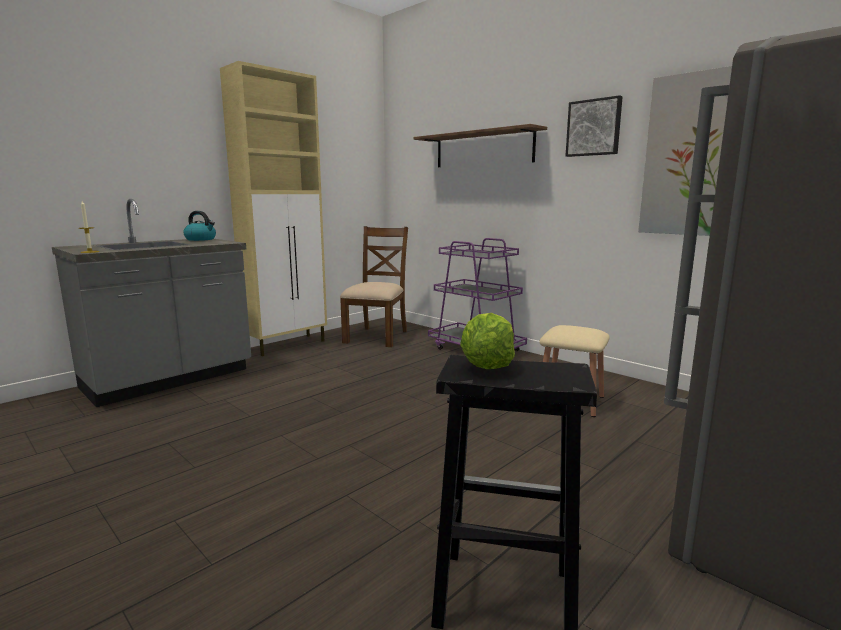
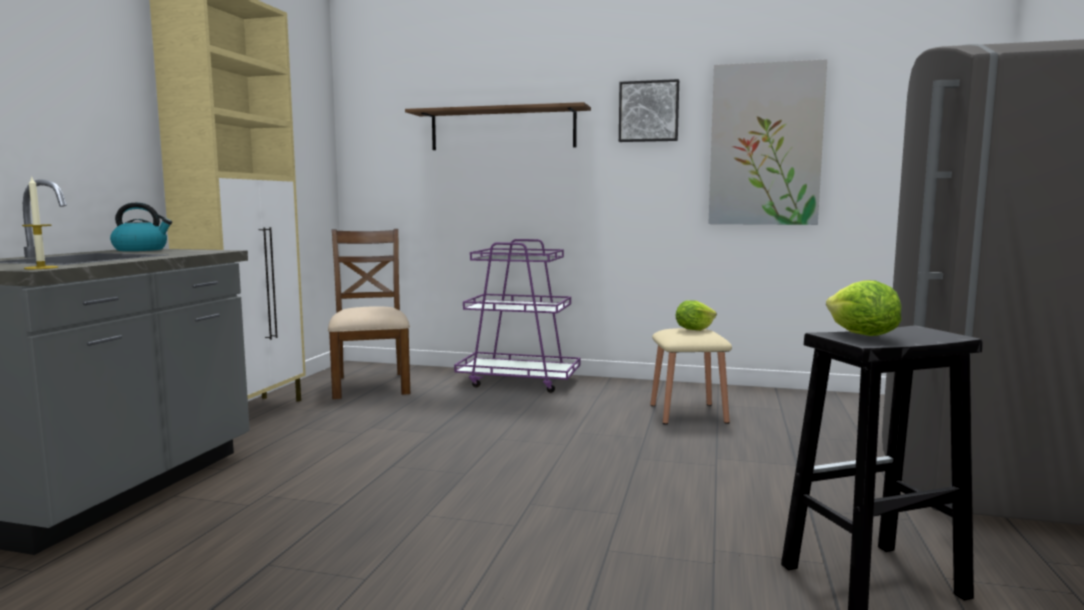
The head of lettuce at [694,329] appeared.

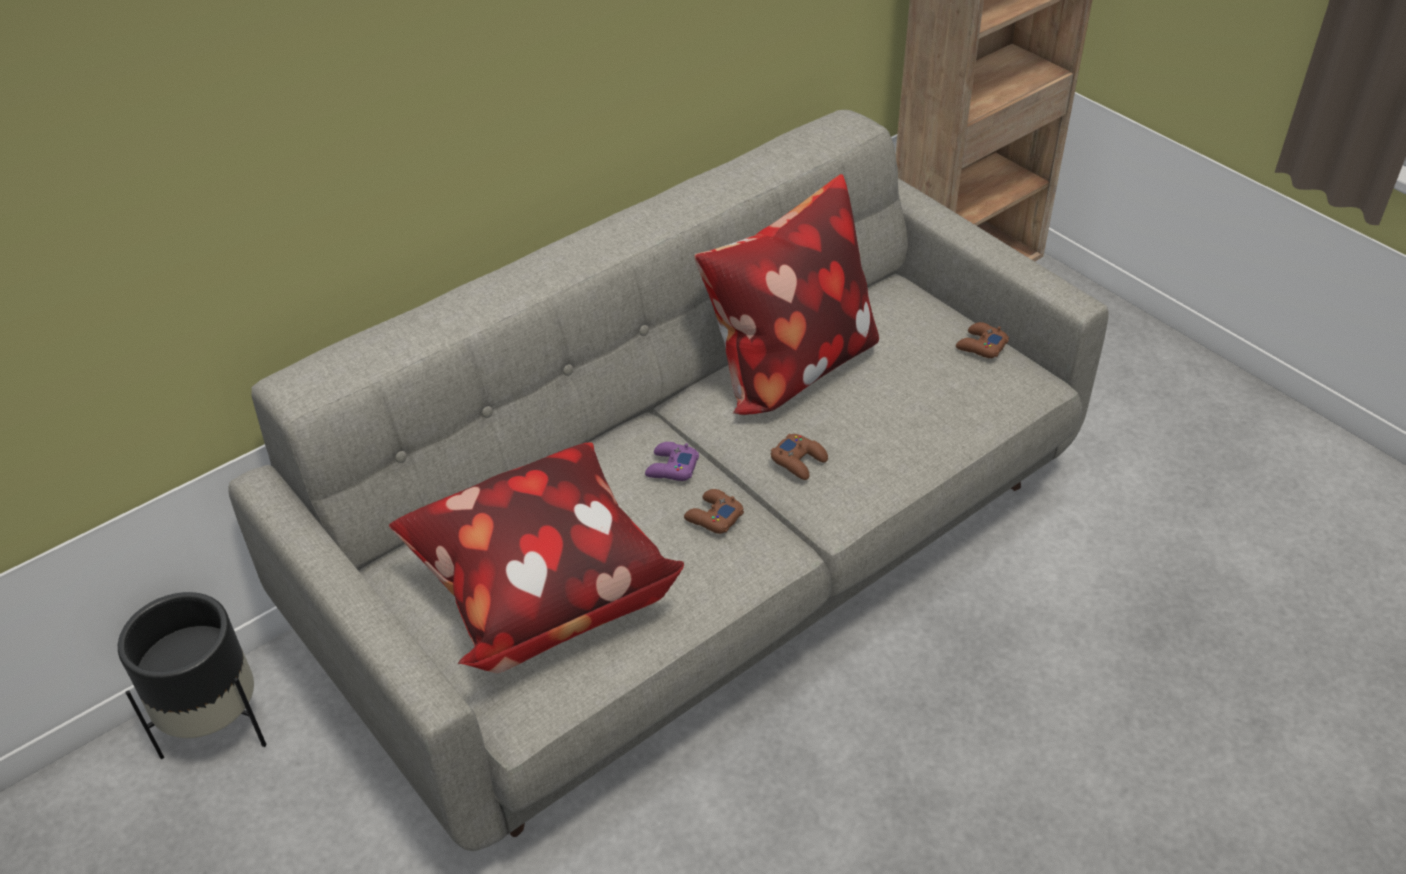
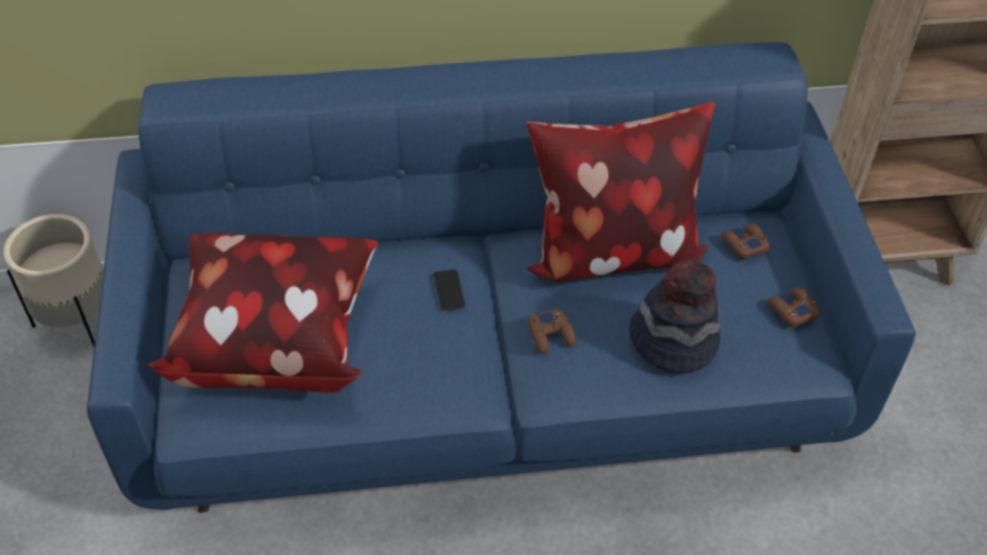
The black planter at [217,726] became the sand-coloured planter at [80,323].
The grey settee at [704,558] became the blue settee at [491,376].
The purple-coloured joypad at [671,467] was replaced by the telephone at [449,290].
The brownish joypad moved from [713,516] to [744,244].
The hat at [673,341] appeared.

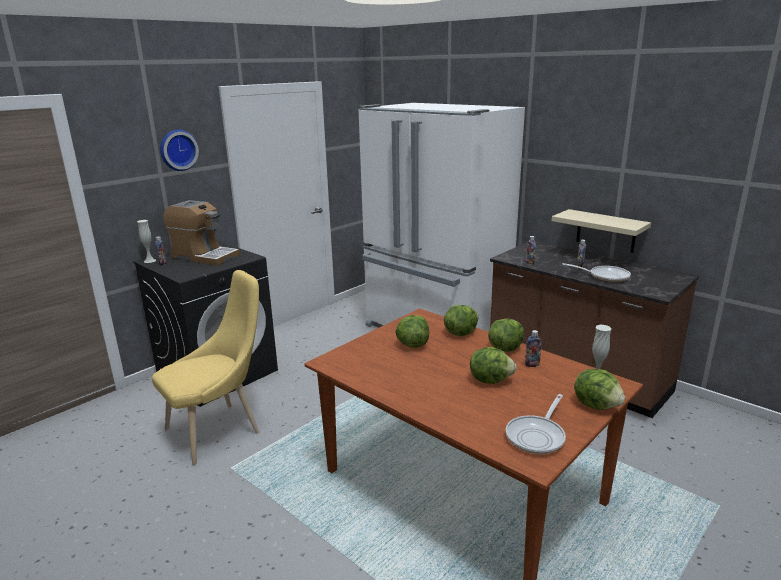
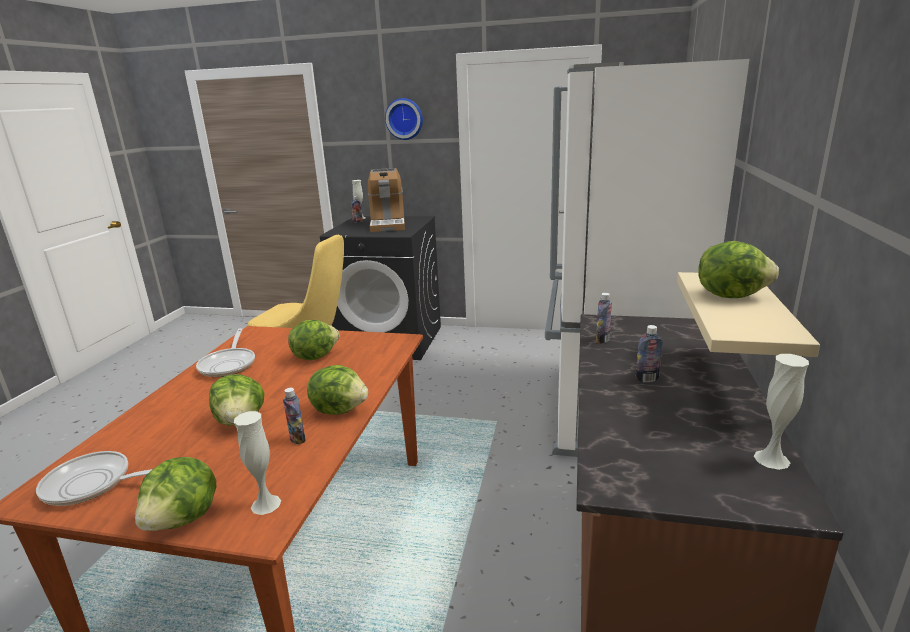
The head of lettuce moved from [460,333] to [730,295].
The skillet moved from [605,276] to [229,364].
The white flower vase at [771,459] appeared.

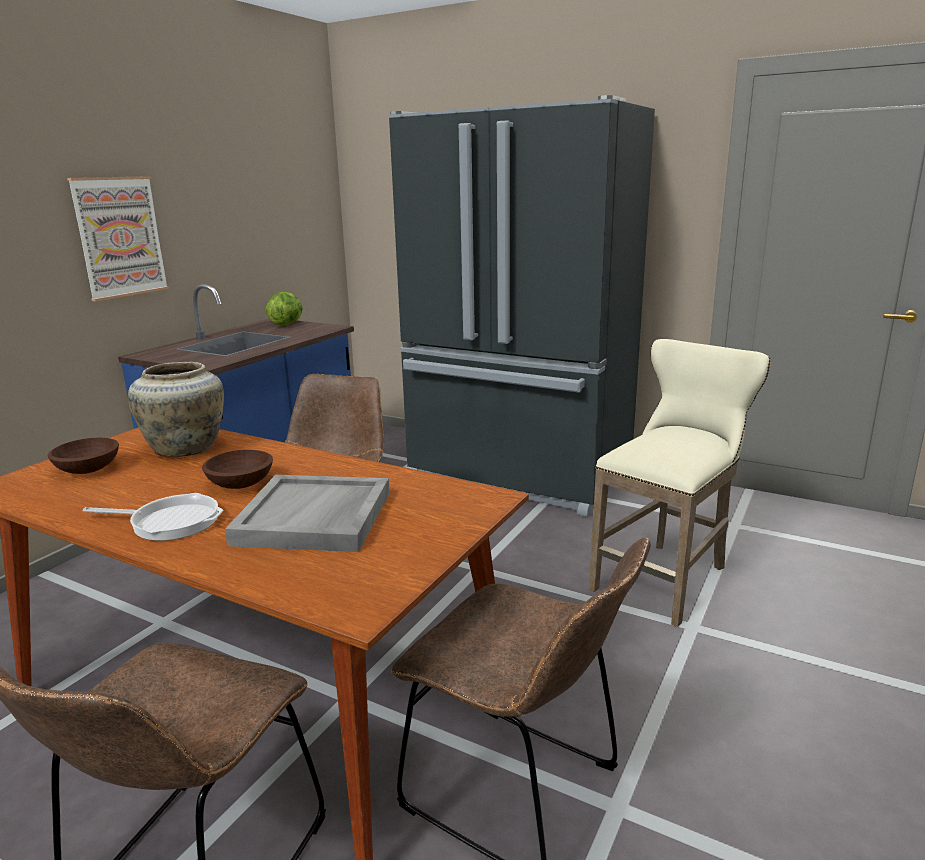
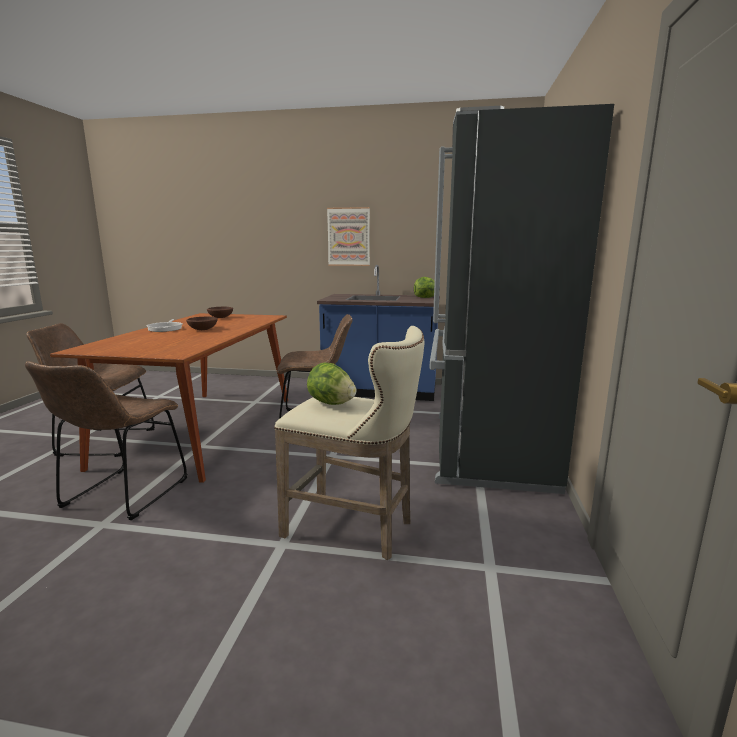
The sand-coloured flower vase at [187,449] disappeared.
The grey tray at [315,518] disappeared.
The head of lettuce at [331,403] appeared.

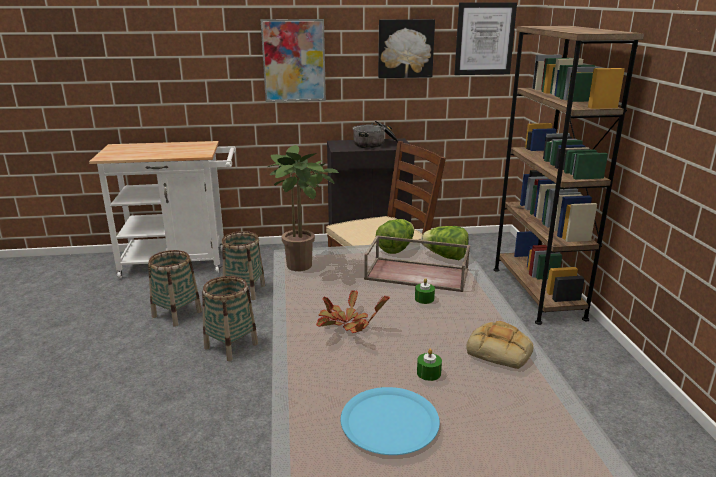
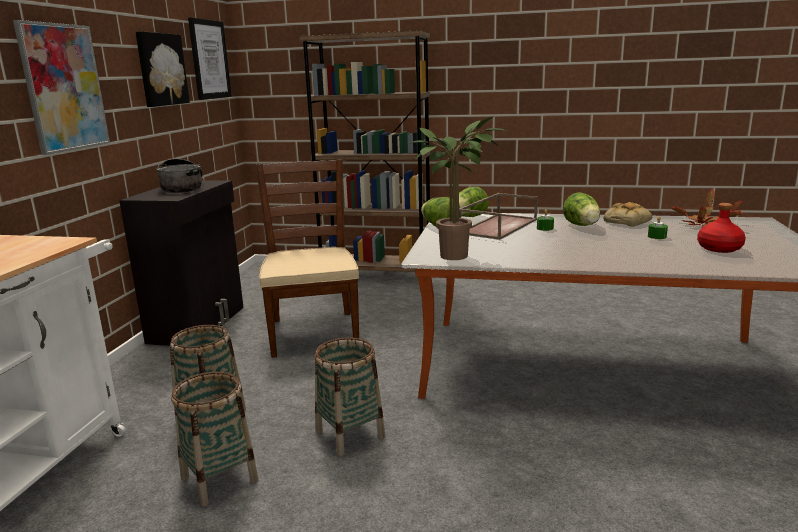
The potted plant moved from [346,325] to [705,224].
The blue dinner plate at [389,421] was replaced by the red drink bottle at [719,248].
The head of lettuce at [582,226] appeared.

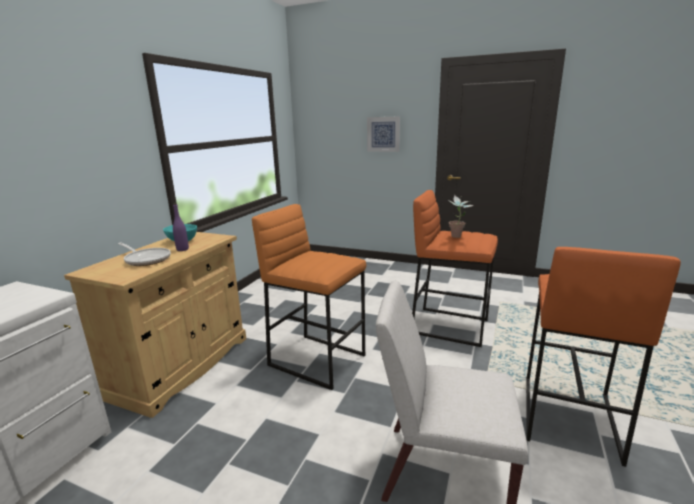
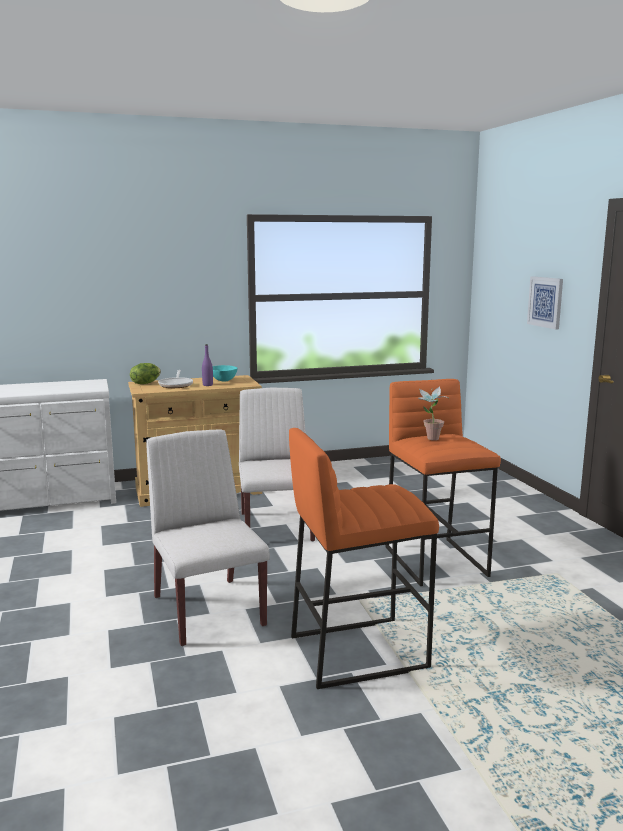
The orangey stool at [317,359] was replaced by the white chair at [276,526].
The head of lettuce at [145,383] appeared.

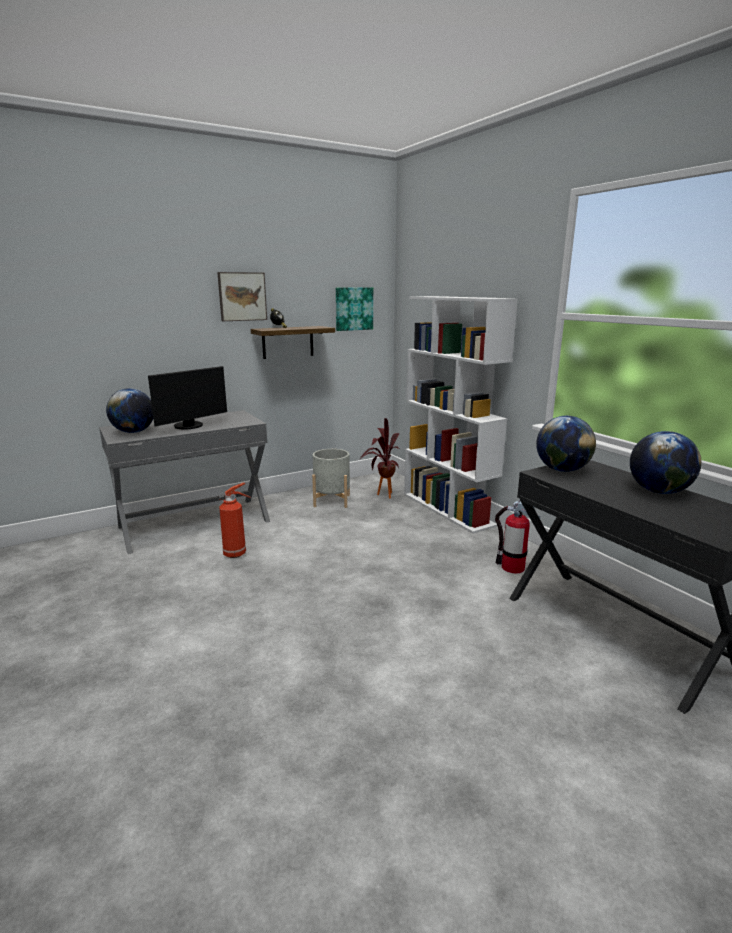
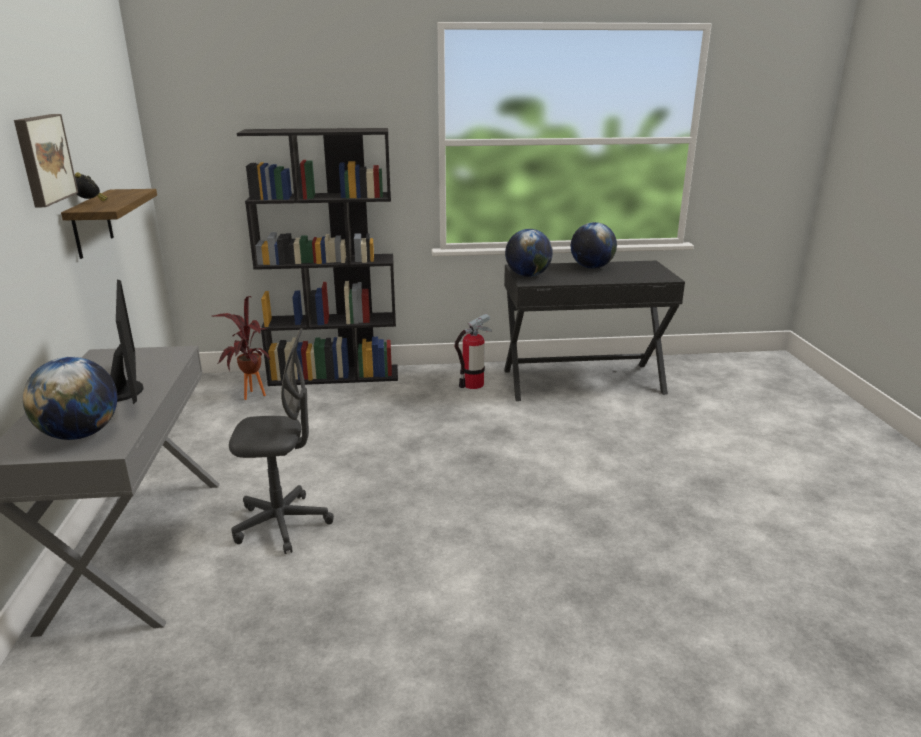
The fire extinguisher at [236,554] was replaced by the grey desk chair at [282,524].
The grey planter at [332,501] disappeared.
The picture at [353,309] disappeared.
The white bookcase at [448,509] became the black bookcase at [335,375].

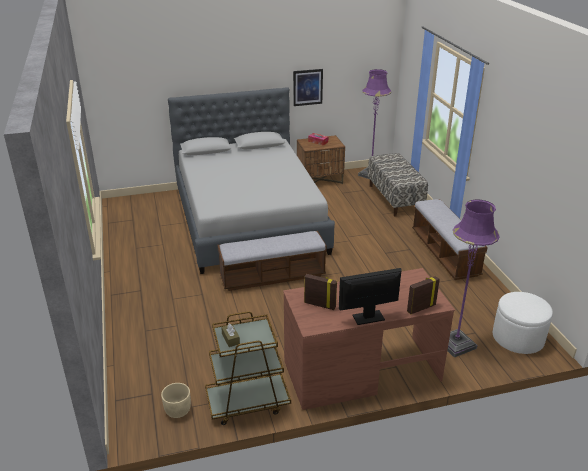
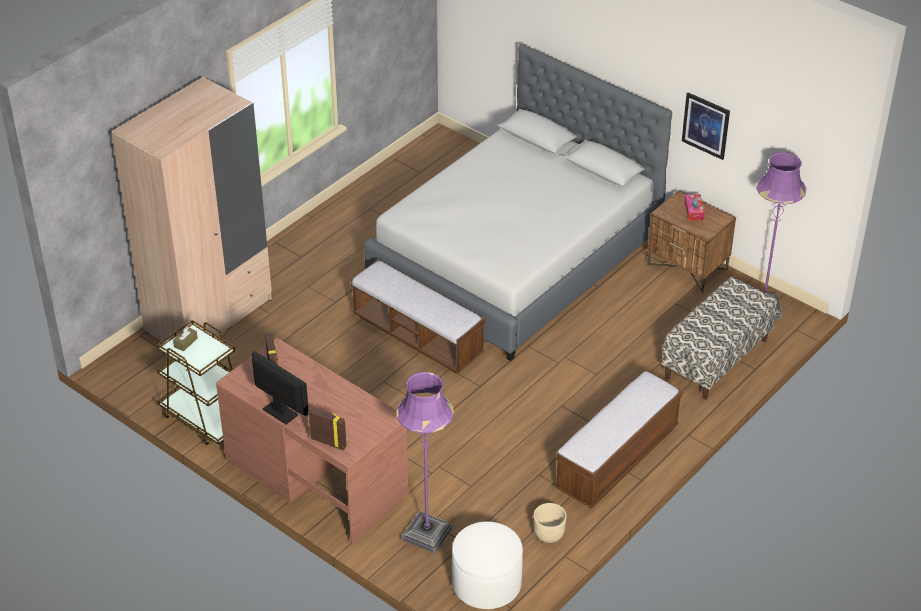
The sand-coloured planter moved from [177,410] to [549,534].
The sand-coloured clothes cupboard at [209,315] appeared.

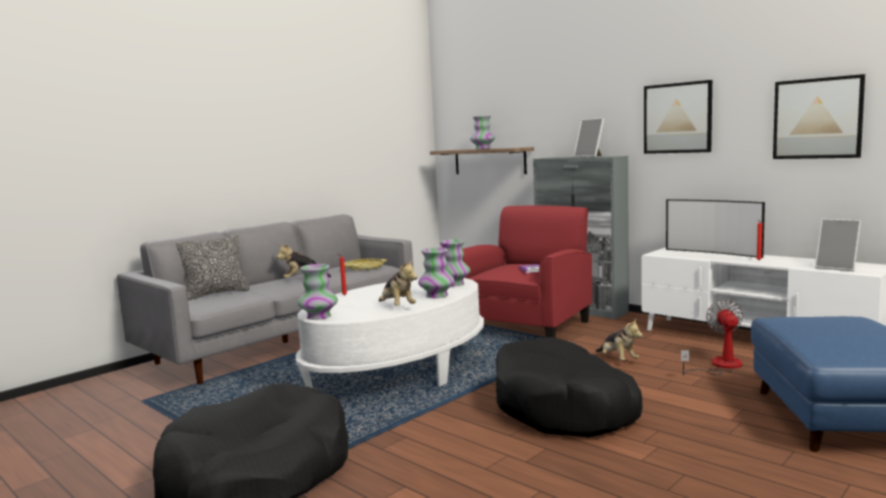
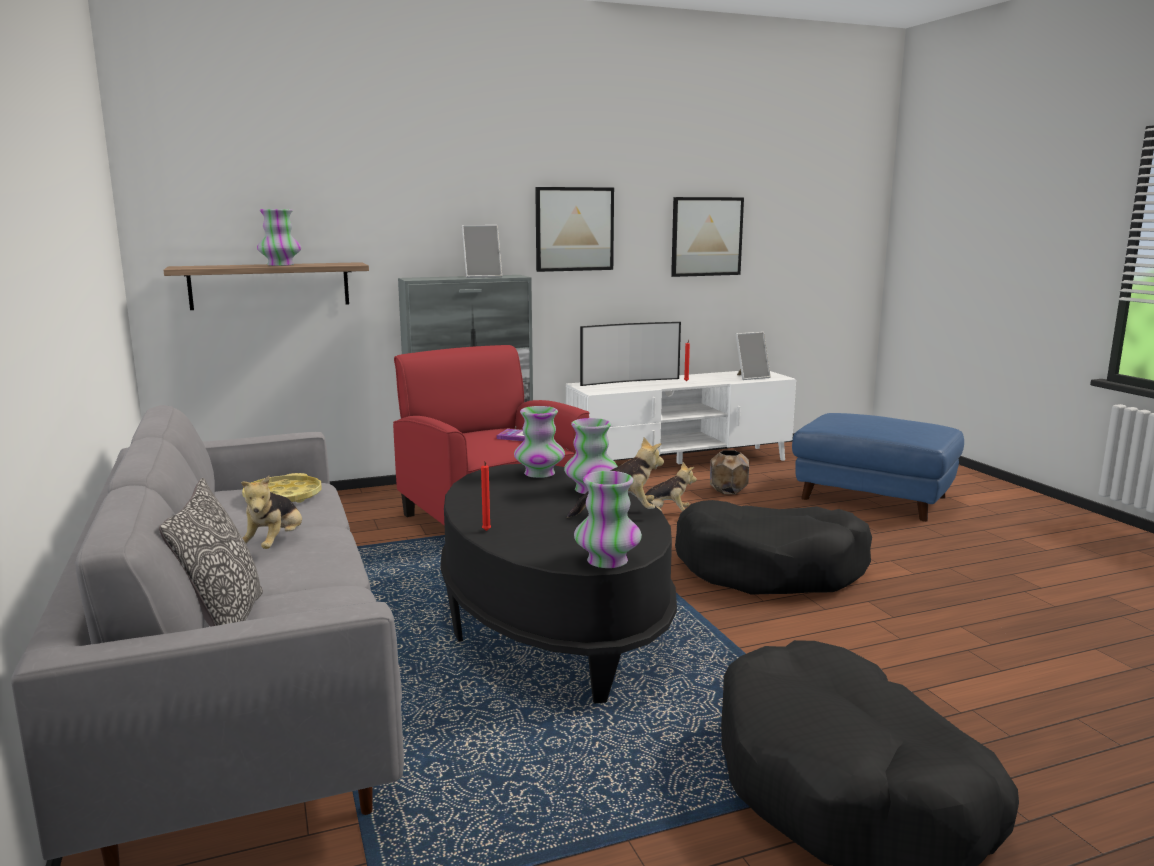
The white lounge table at [398,372] became the black lounge table at [553,623].
The fan at [719,366] was replaced by the brownish planter at [728,491].

